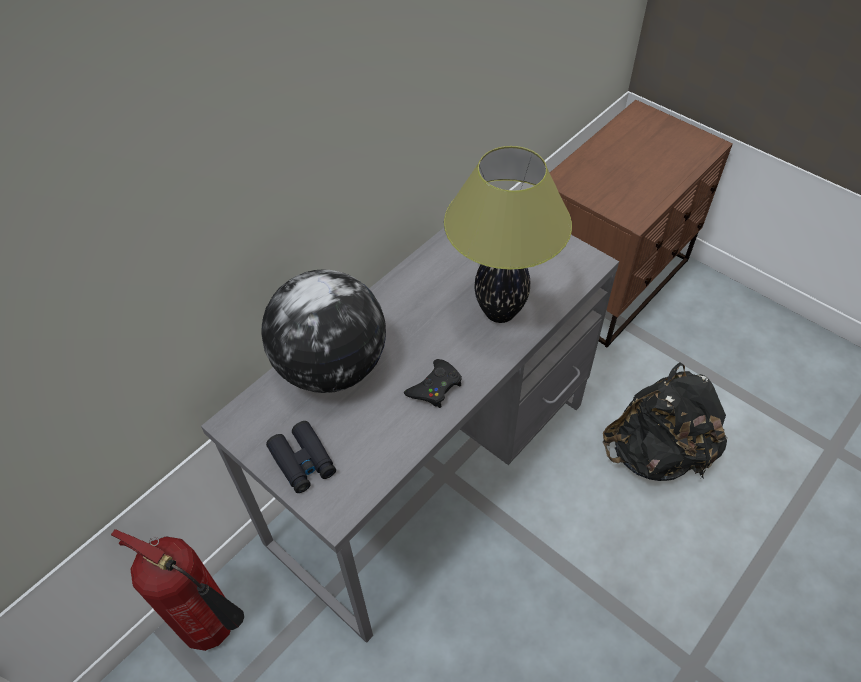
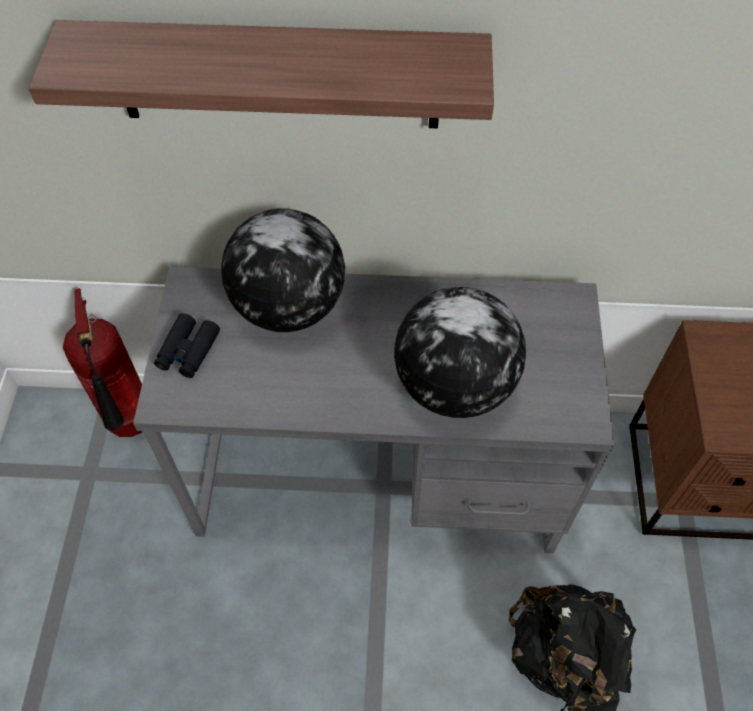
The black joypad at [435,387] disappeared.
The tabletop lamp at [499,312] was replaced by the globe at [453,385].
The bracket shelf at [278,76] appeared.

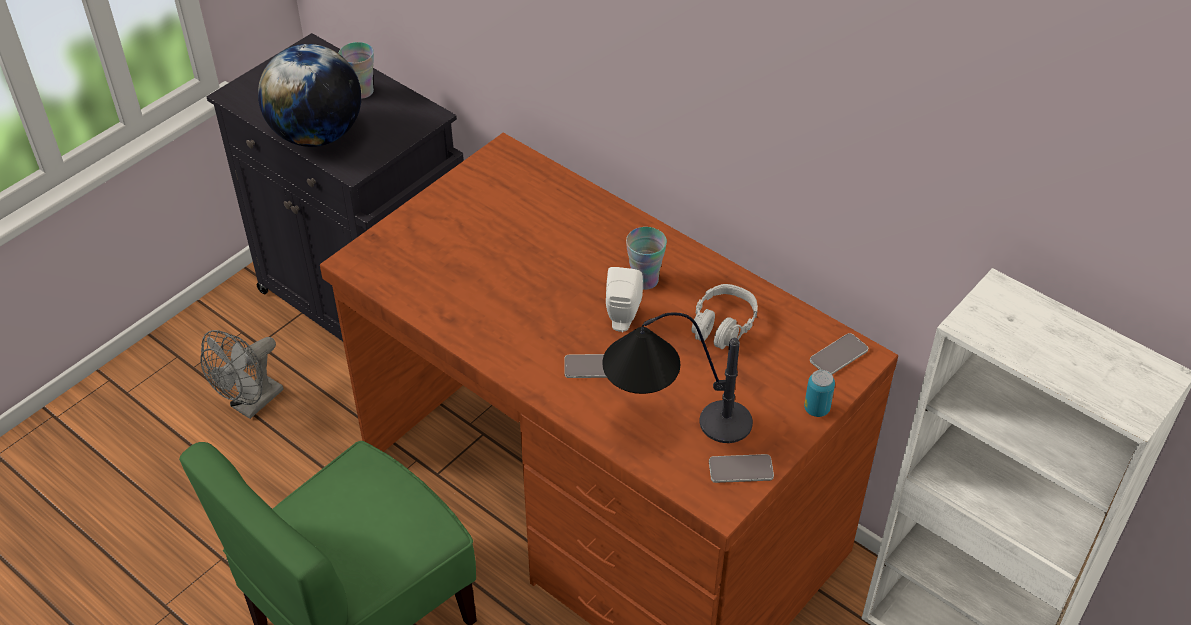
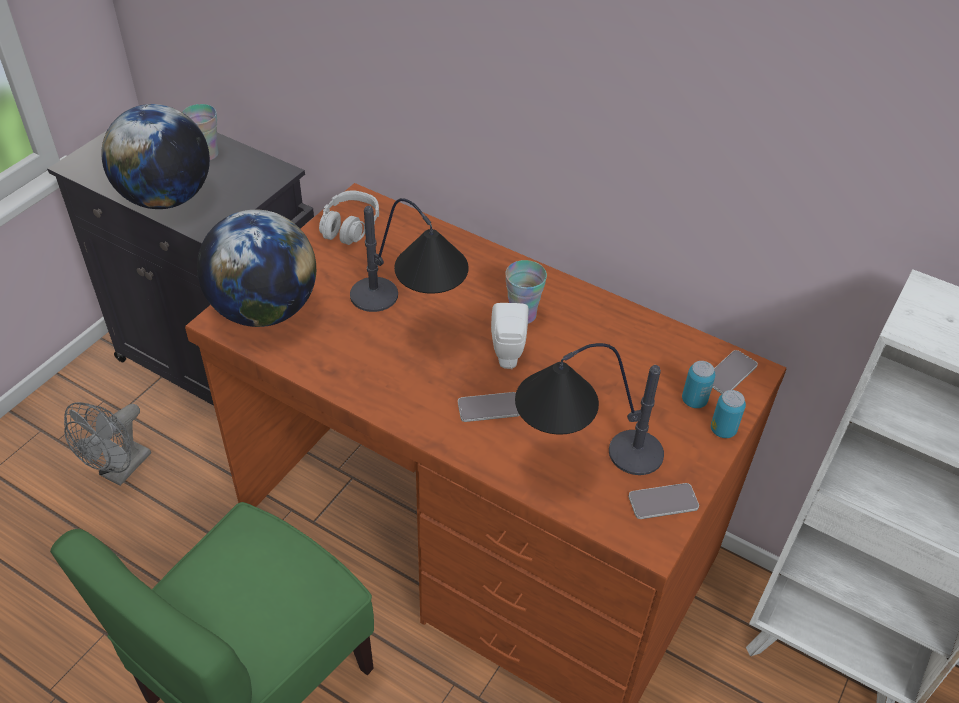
The grey pair of headphones moved from [723,325] to [349,226].
The globe at [264,310] appeared.
The tabletop lamp at [410,318] appeared.
The can at [694,400] appeared.

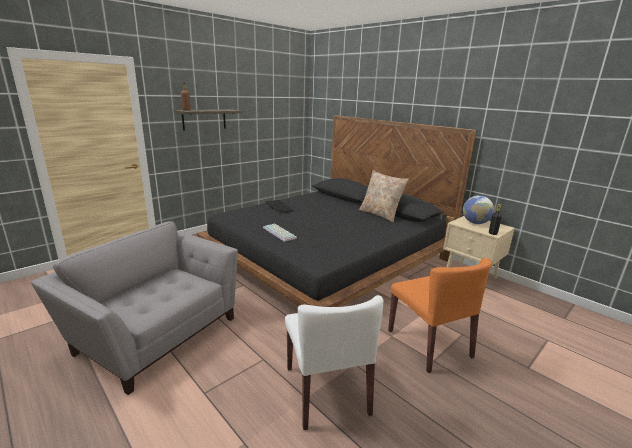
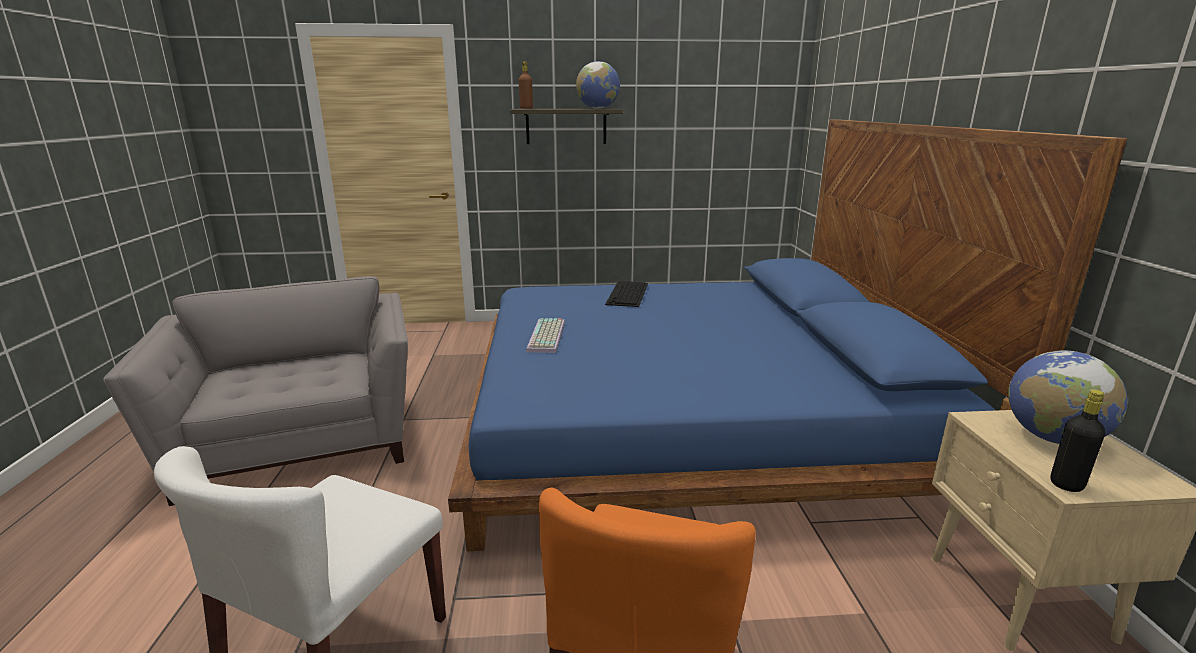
The black bedroom bed at [327,258] became the blue bedroom bed at [687,418].
The sand-coloured pillow at [380,214] disappeared.
The globe at [598,108] appeared.

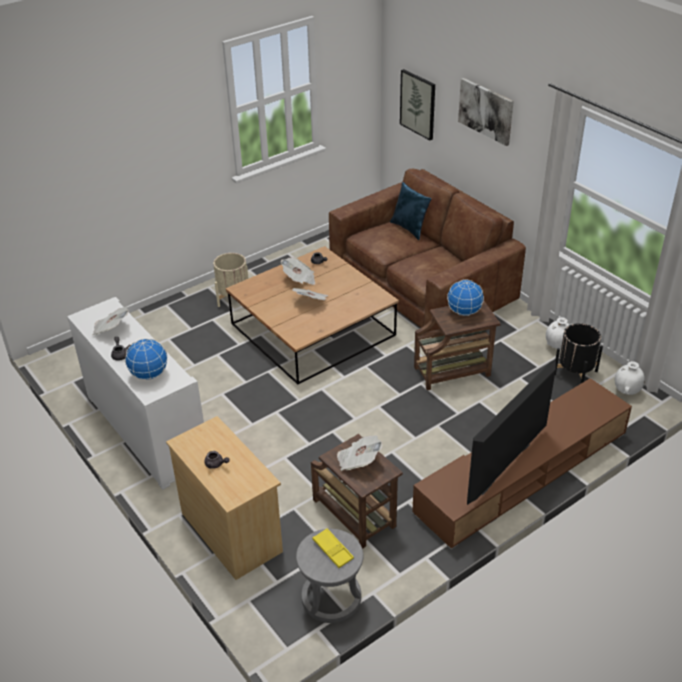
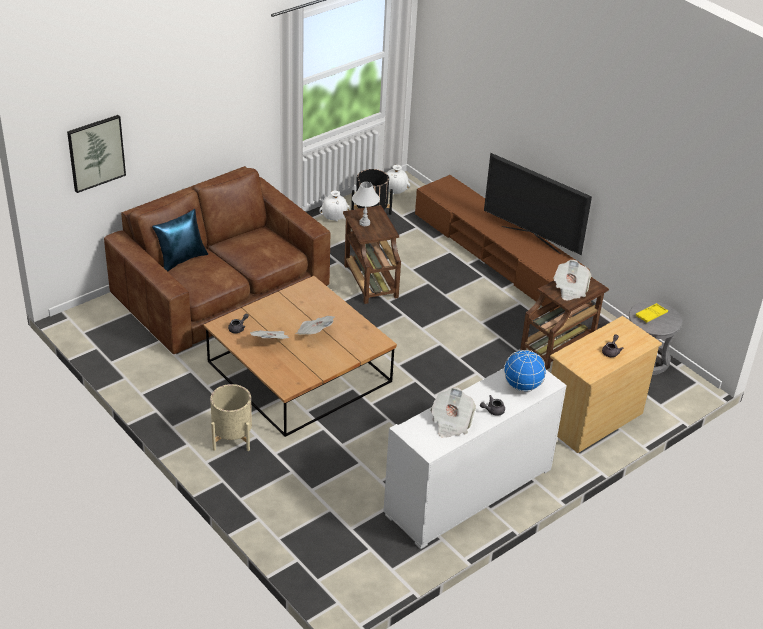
The globe at [464,312] was replaced by the white tabletop lamp at [364,223].
The picture at [486,111] disappeared.

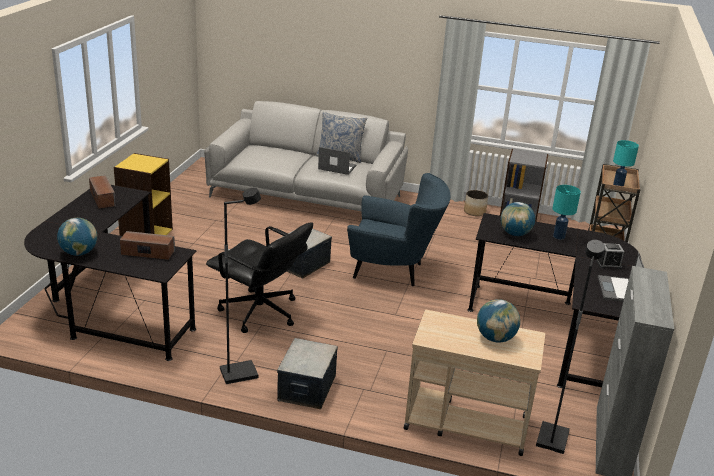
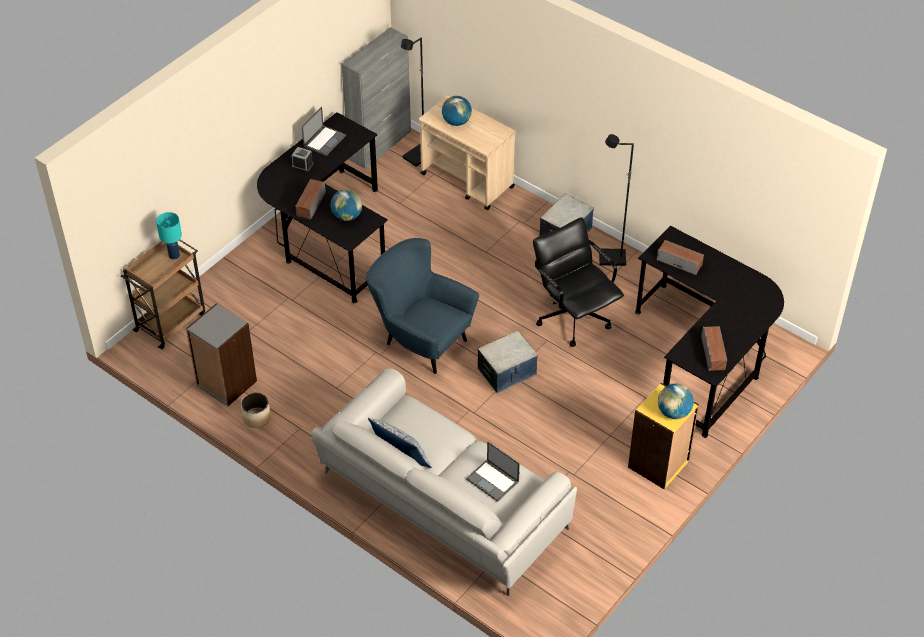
The globe moved from [79,253] to [673,412].
The notebook computer moved from [336,167] to [493,480].
The turquoise-coloured tabletop lamp at [559,237] was replaced by the speaker at [310,204].

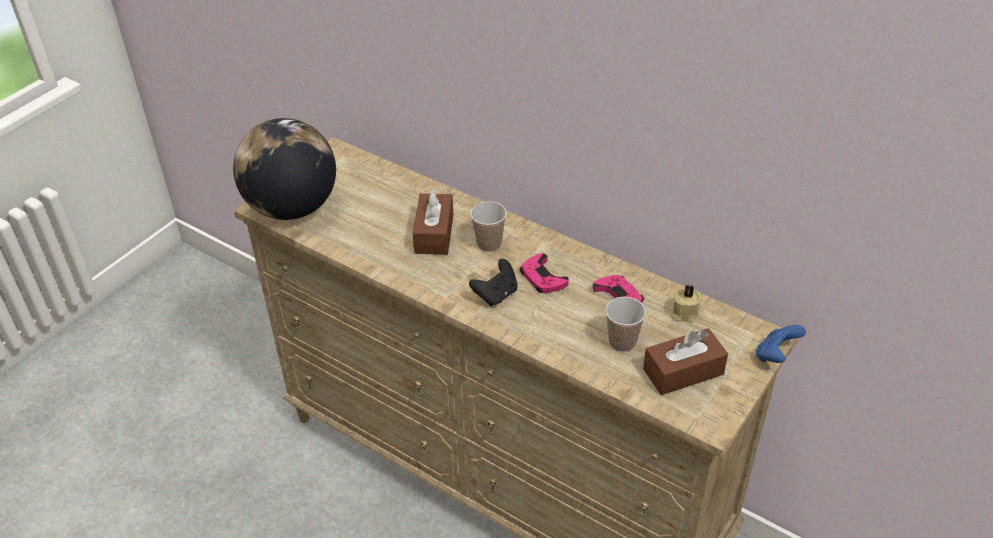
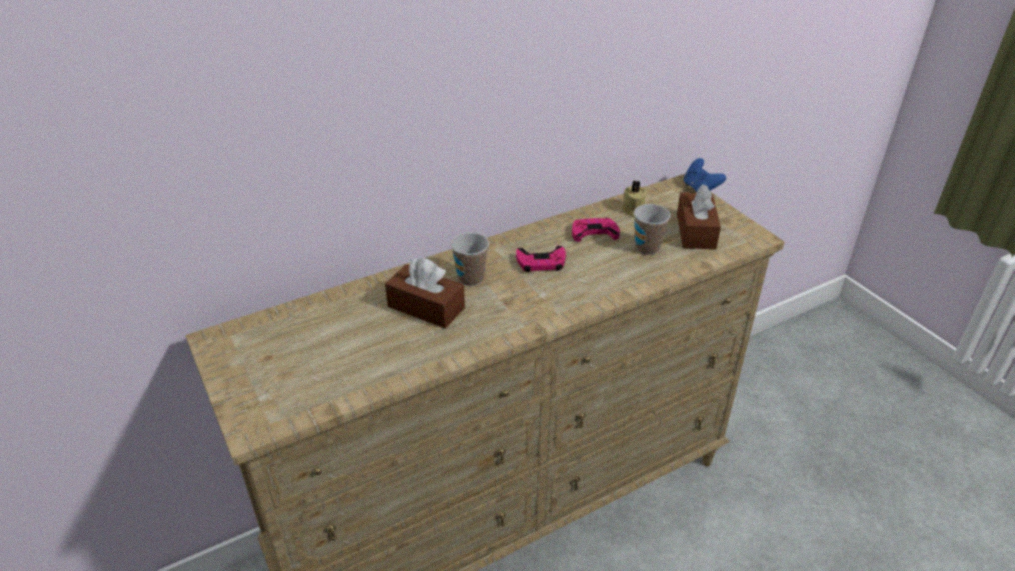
The globe at [292,208] disappeared.
The black joypad at [496,295] disappeared.

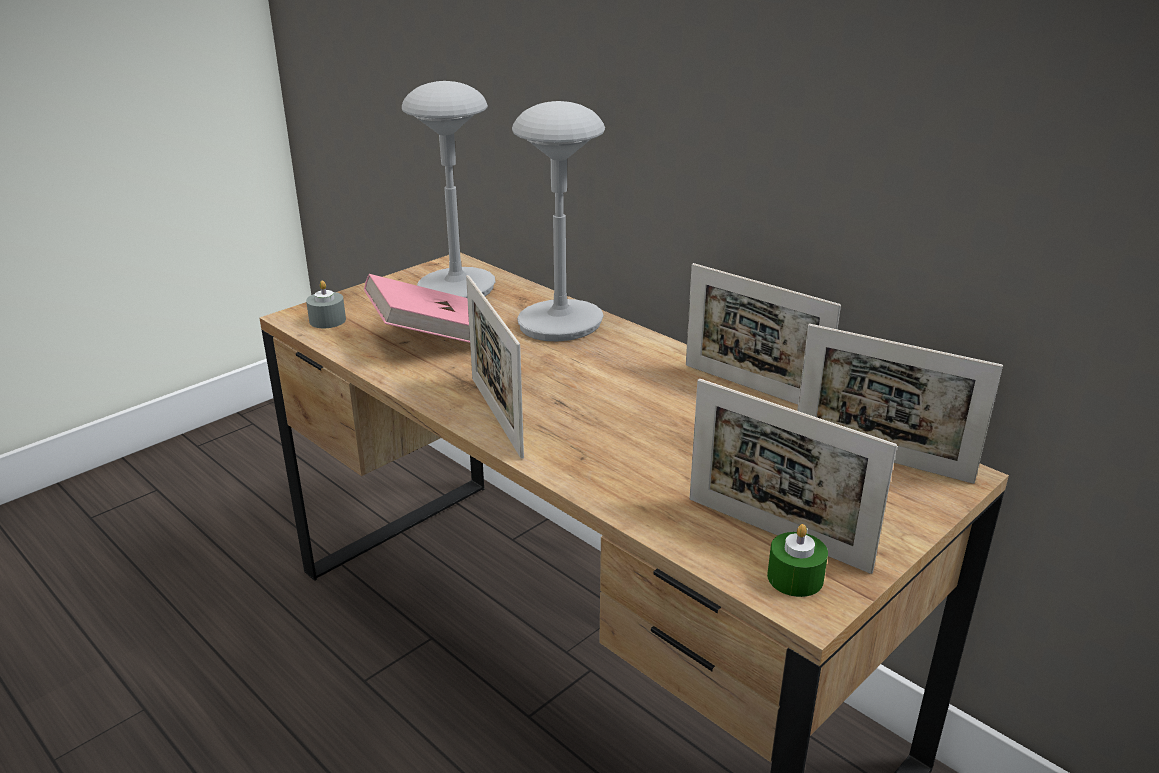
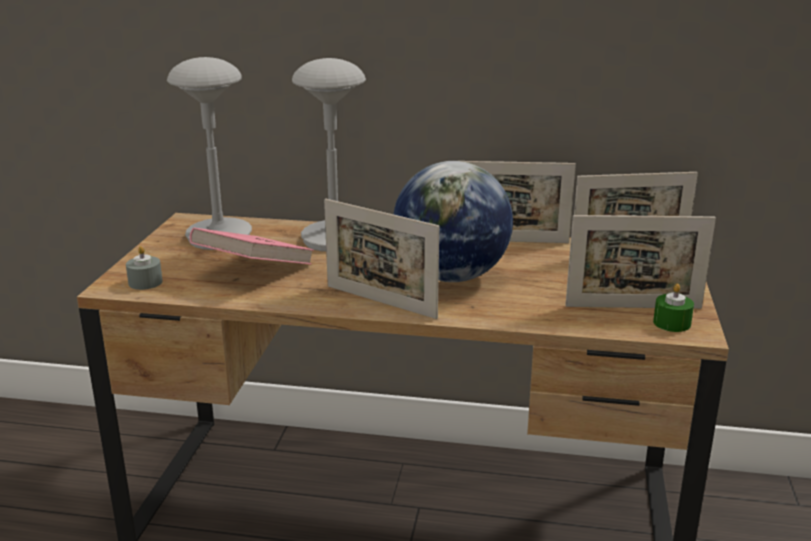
The globe at [450,276] appeared.

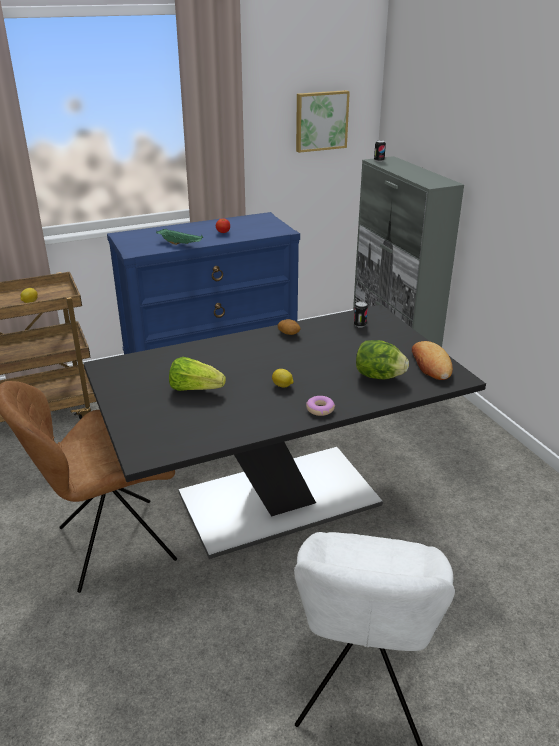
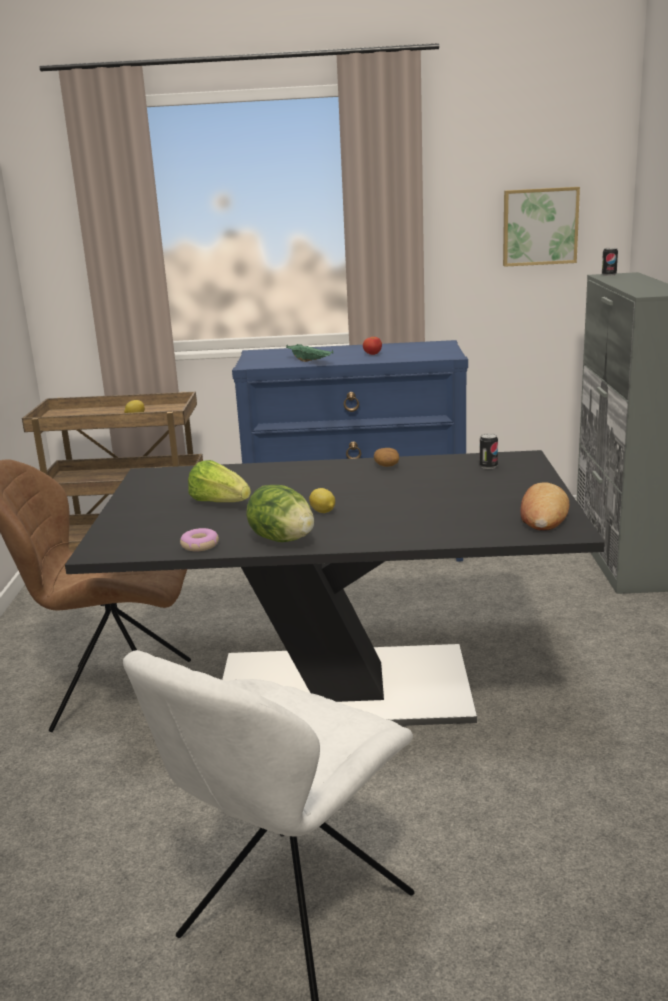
The donut moved from [320,409] to [200,545].
The head of lettuce moved from [378,376] to [282,539].

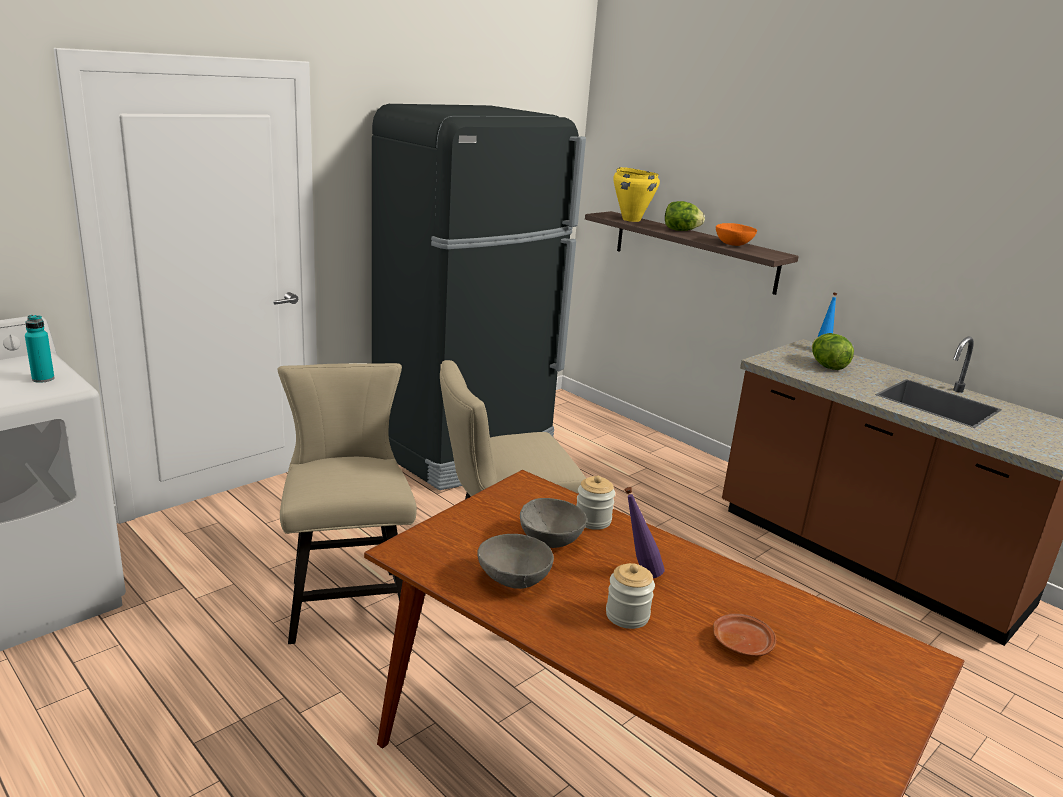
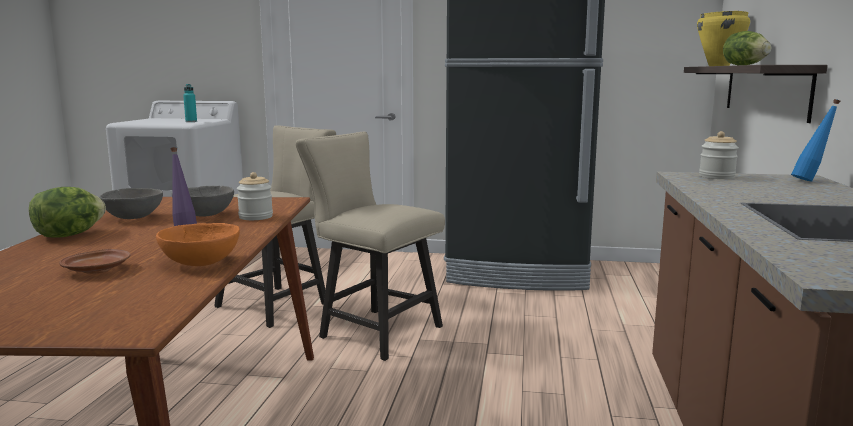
The jar moved from [627,615] to [716,177].
The orangey deep dish moved from [733,245] to [199,263].
The head of lettuce moved from [827,366] to [69,235].

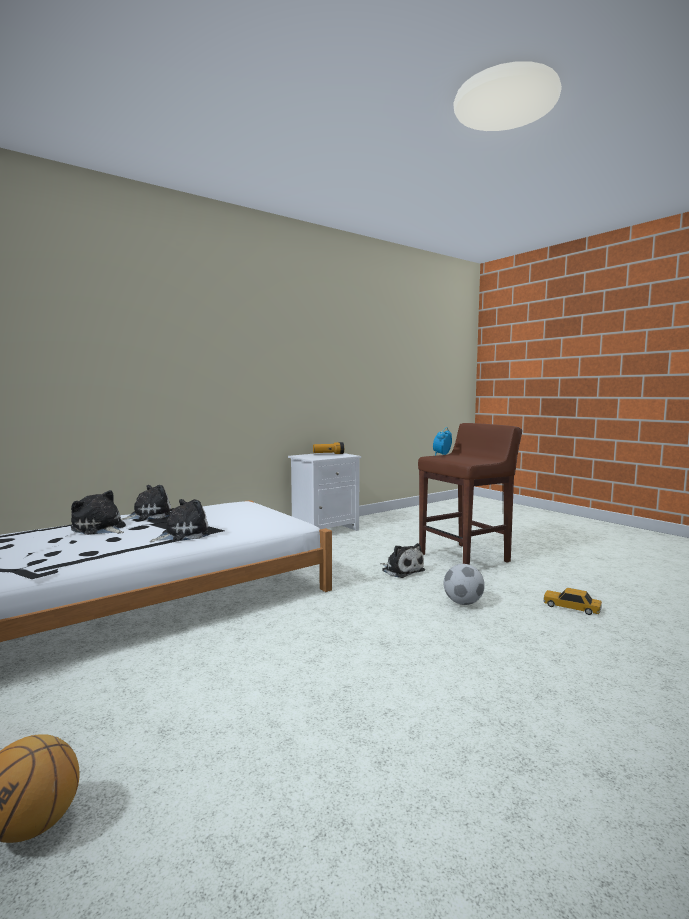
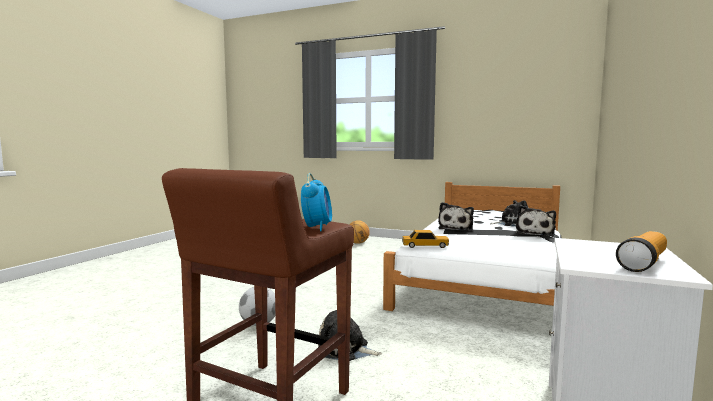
The toy car moved from [571,607] to [425,246].

